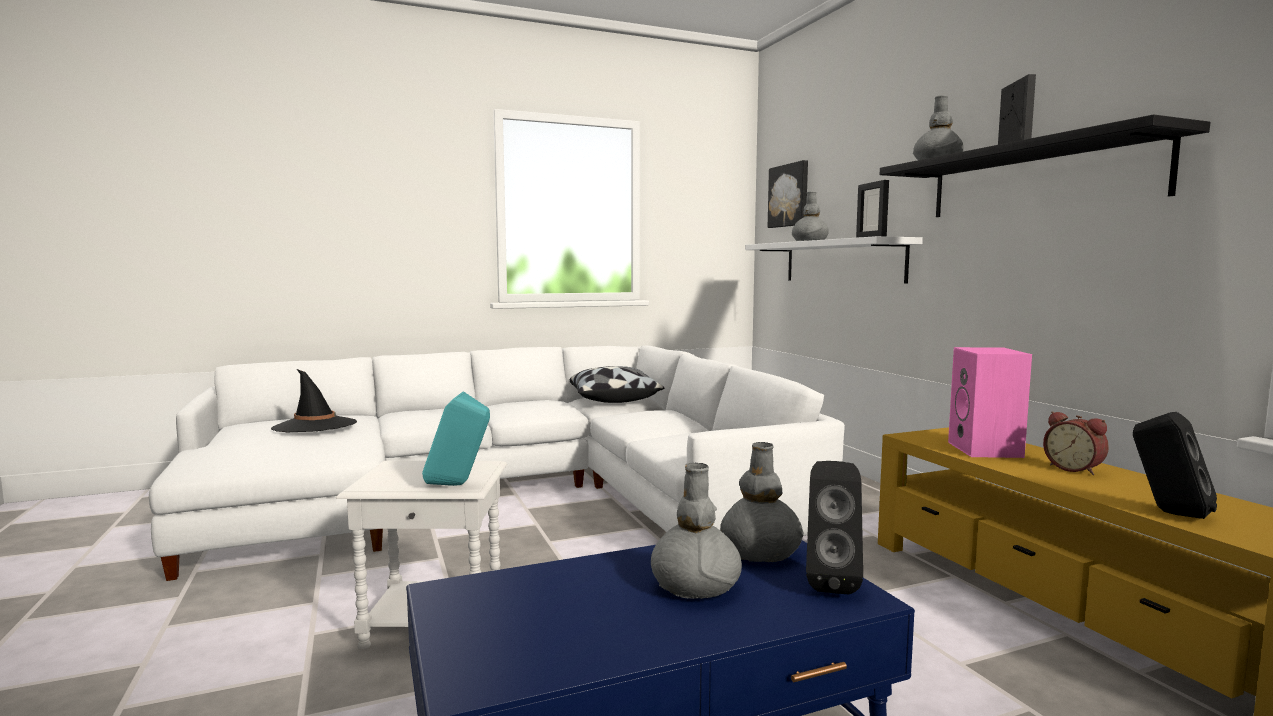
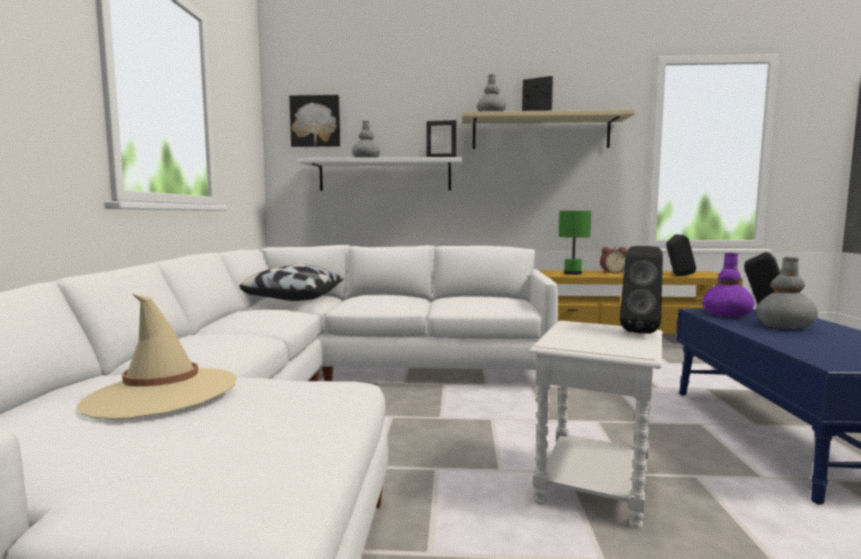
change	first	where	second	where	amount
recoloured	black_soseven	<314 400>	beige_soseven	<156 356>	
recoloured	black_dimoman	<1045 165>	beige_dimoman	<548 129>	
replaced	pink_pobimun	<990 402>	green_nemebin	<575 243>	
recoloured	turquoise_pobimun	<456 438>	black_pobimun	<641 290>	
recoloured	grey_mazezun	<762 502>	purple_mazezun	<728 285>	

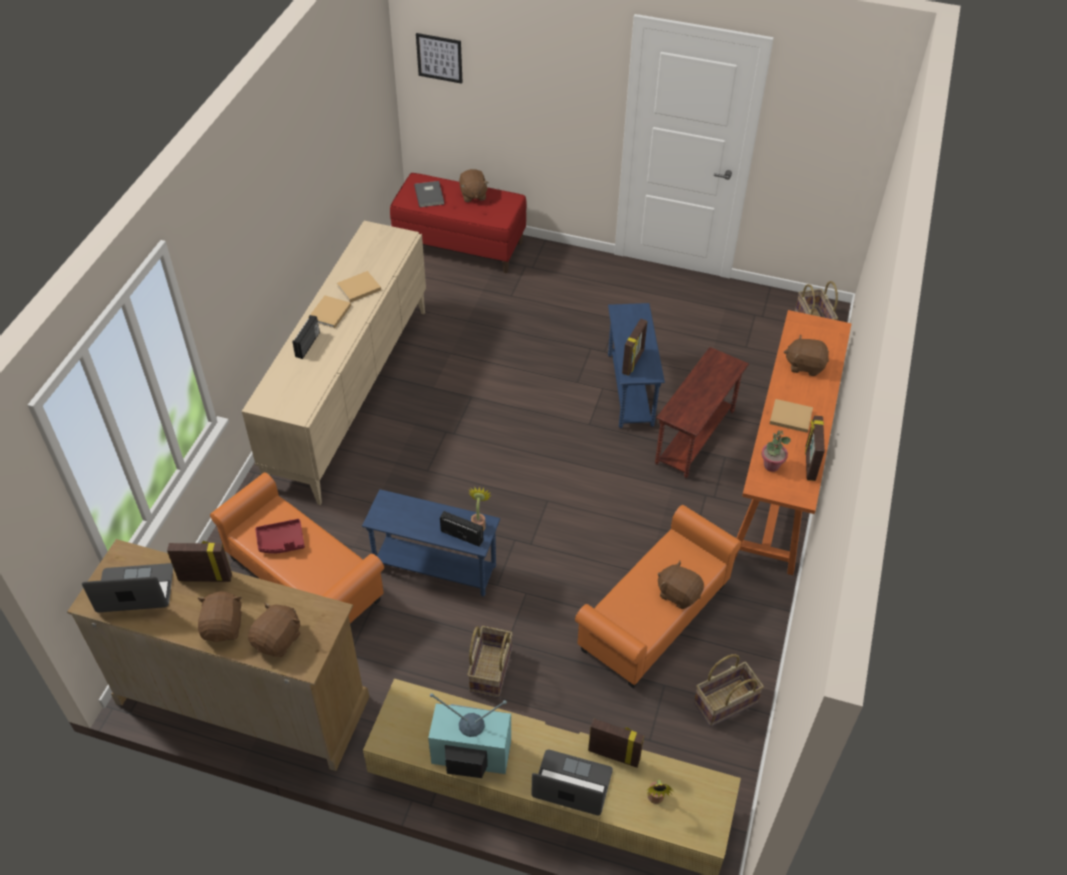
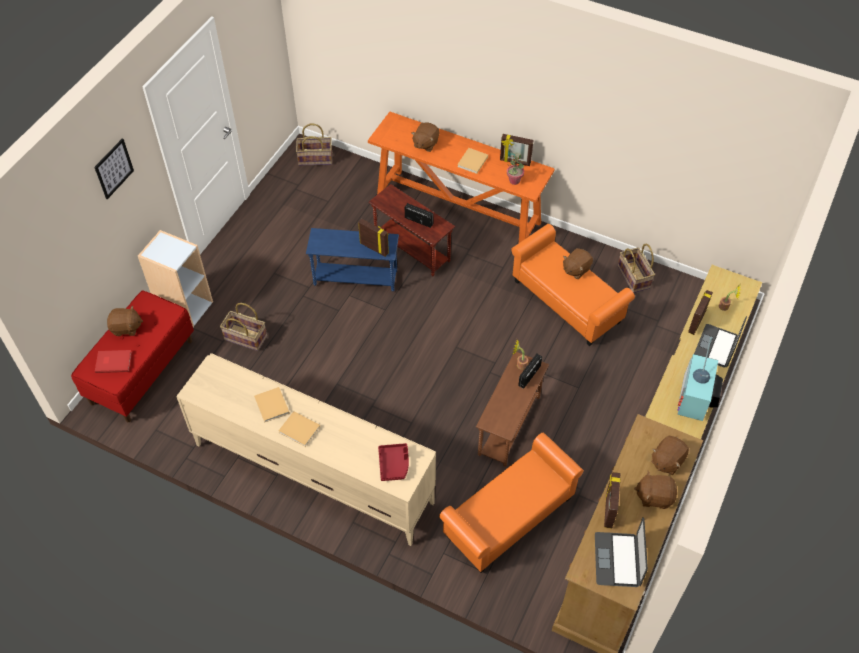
change	first	where	second	where	amount
moved	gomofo	<439 58>		<114 168>	
recoloured	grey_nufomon	<429 194>	red_nufomon	<113 361>	
added			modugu	<175 278>	
moved	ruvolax	<490 662>		<243 327>	
moved	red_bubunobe	<280 536>		<393 462>	
moved	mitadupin	<306 337>		<419 215>	
recoloured	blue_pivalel	<431 543>	brown_pivalel	<512 409>	
turned	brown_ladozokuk	<274 630>		<670 455>	90 degrees counterclockwise

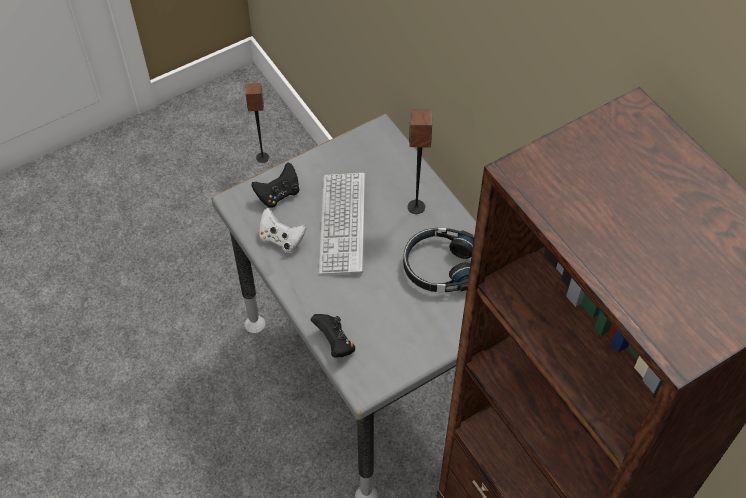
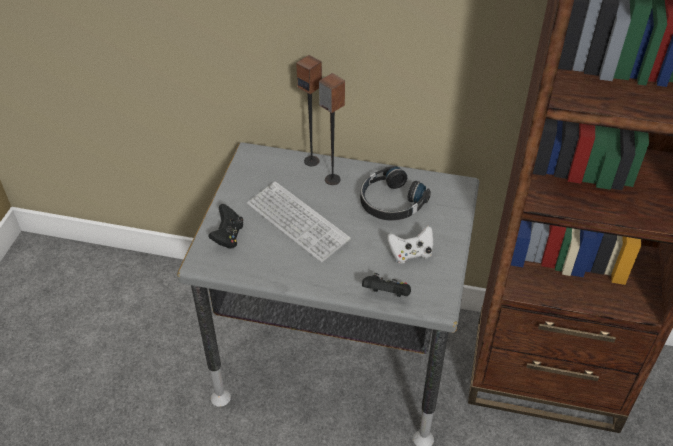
change	first	where	second	where	amount
moved	pobimun	<257 123>		<309 110>	
moved	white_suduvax	<283 230>		<410 244>	

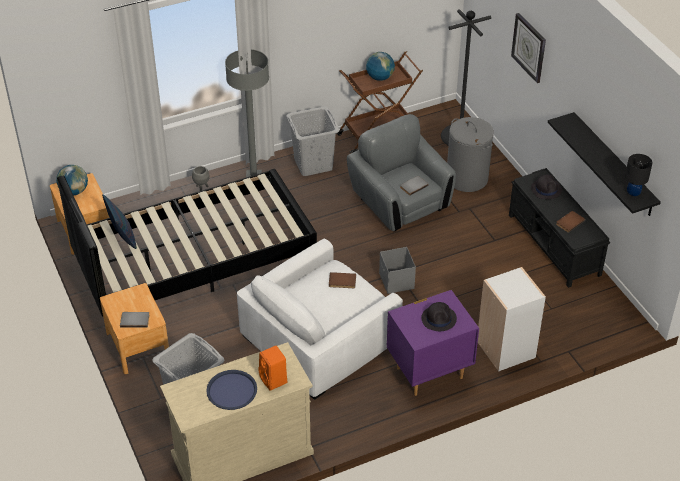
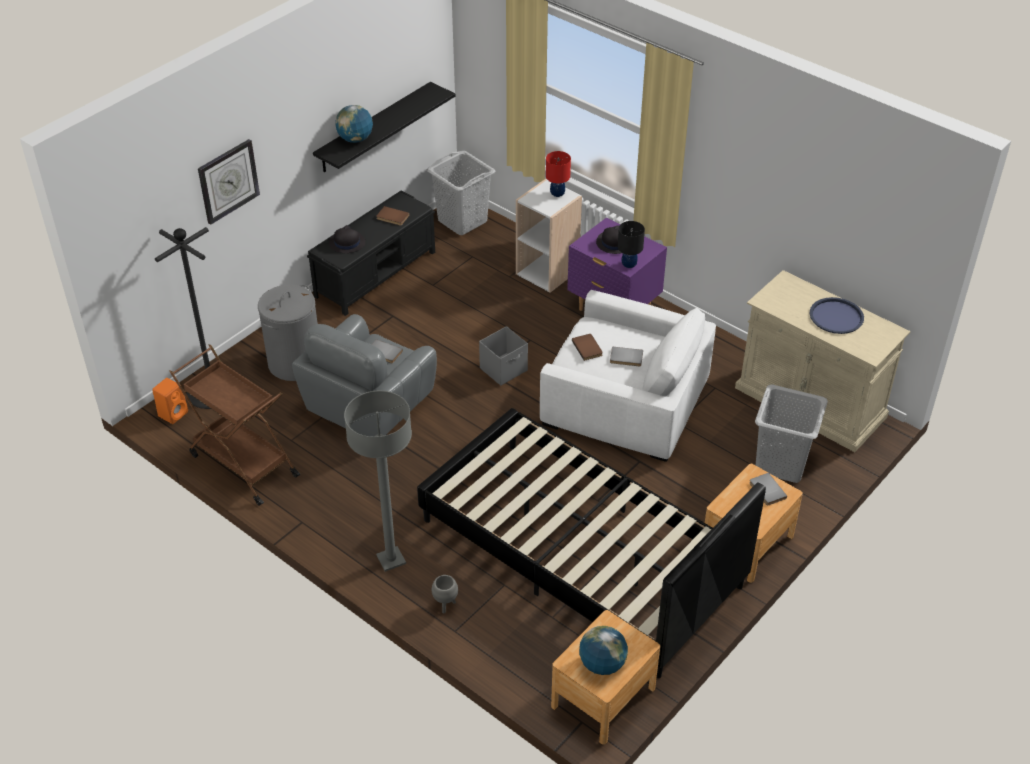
change	first	where	second	where	amount
moved	orange_pobimun	<272 368>		<170 401>	
moved	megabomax	<380 66>		<354 124>	
moved	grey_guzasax	<312 141>		<461 193>	
added			red_nemebin	<558 174>	
added			grey_nufomon	<626 356>	
moved	black_nemebin	<638 175>		<631 244>	
removed	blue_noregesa	<119 221>			

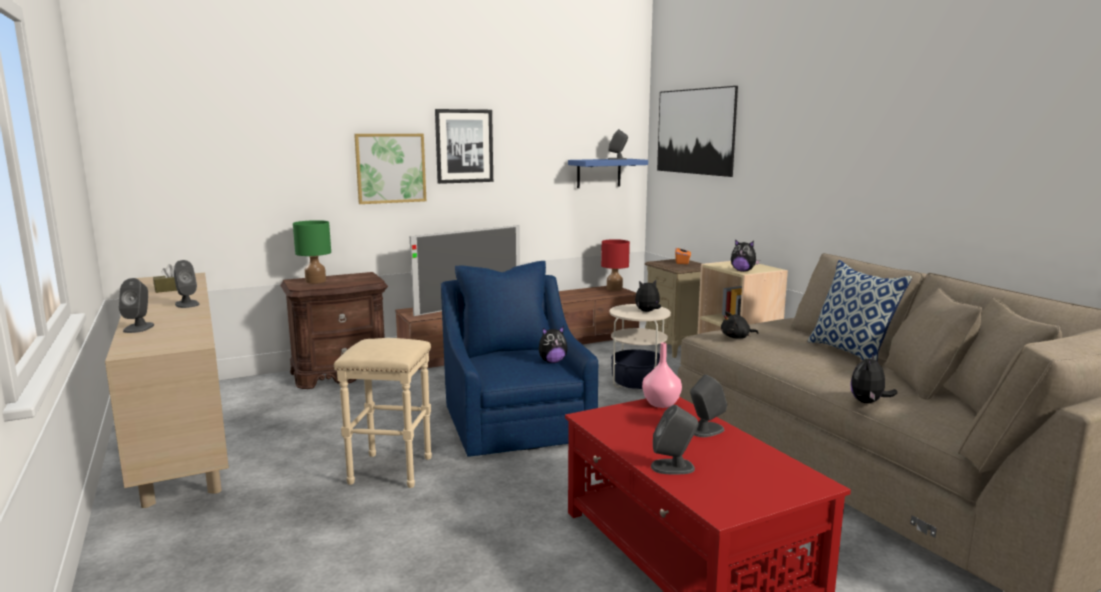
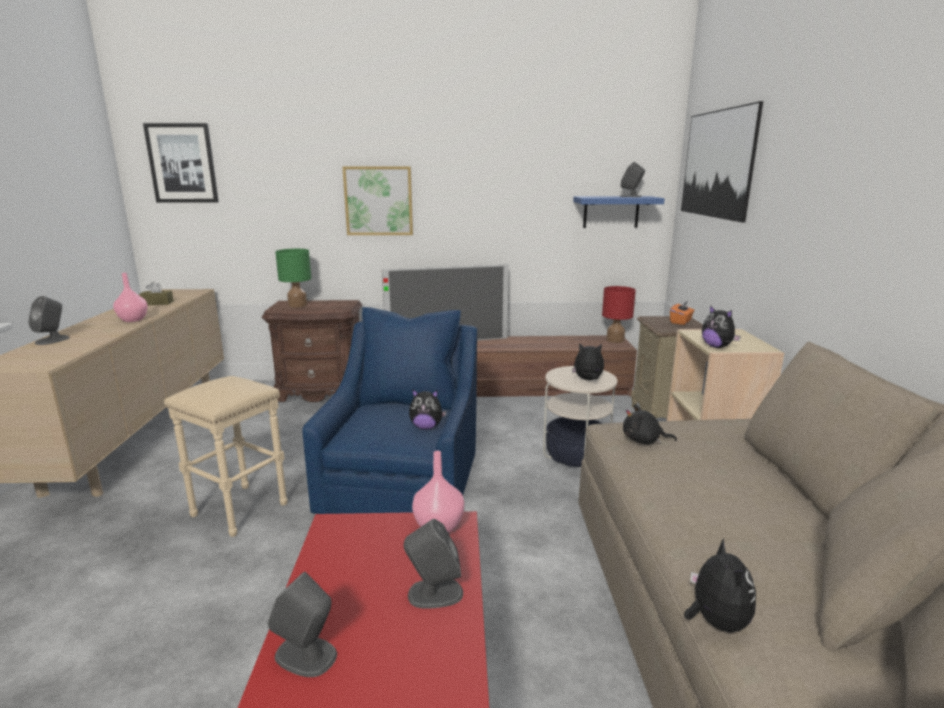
change	first	where	second	where	amount
replaced	grey_pobimun	<187 284>	pink_mazezun	<130 297>	
moved	gomofo	<464 146>		<181 163>	
turned	ladozokuk	<873 378>		<720 585>	120 degrees clockwise
removed	noregesa	<860 310>			

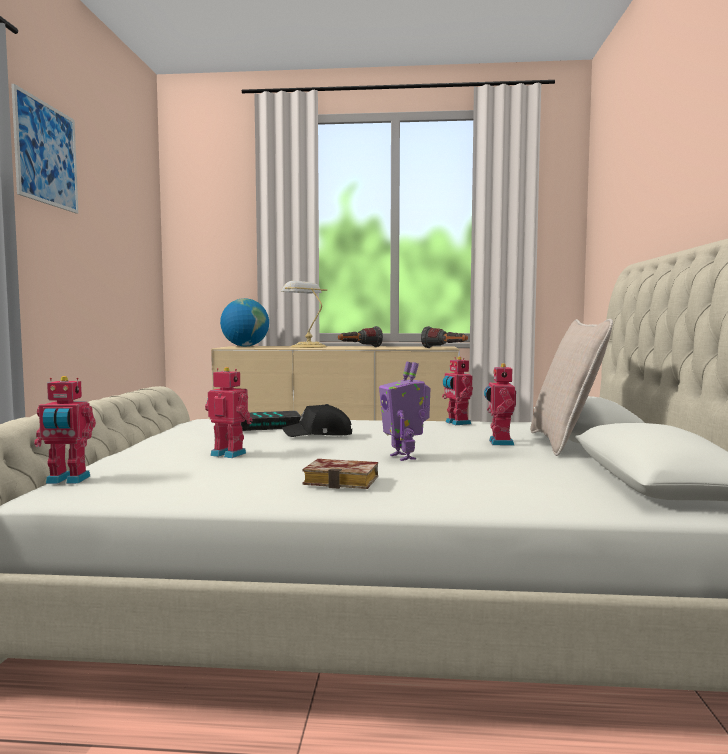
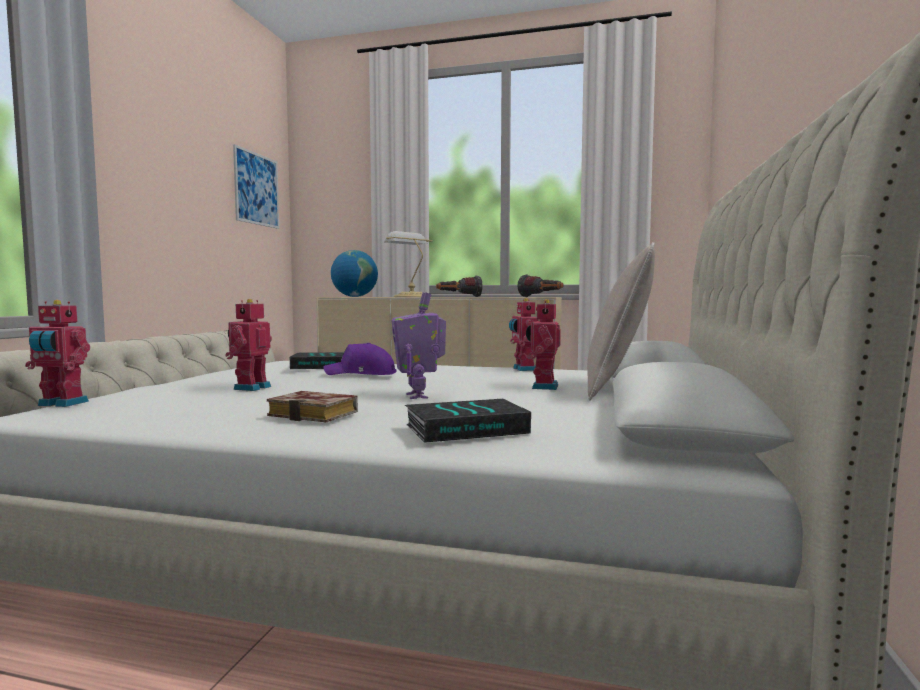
change	first	where	second	where	amount
turned	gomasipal	<229 412>		<248 345>	105 degrees counterclockwise
moved	gomofo	<44 149>		<256 186>	
recoloured	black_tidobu	<317 420>	purple_tidobu	<360 359>	
added			nufomon	<468 421>	

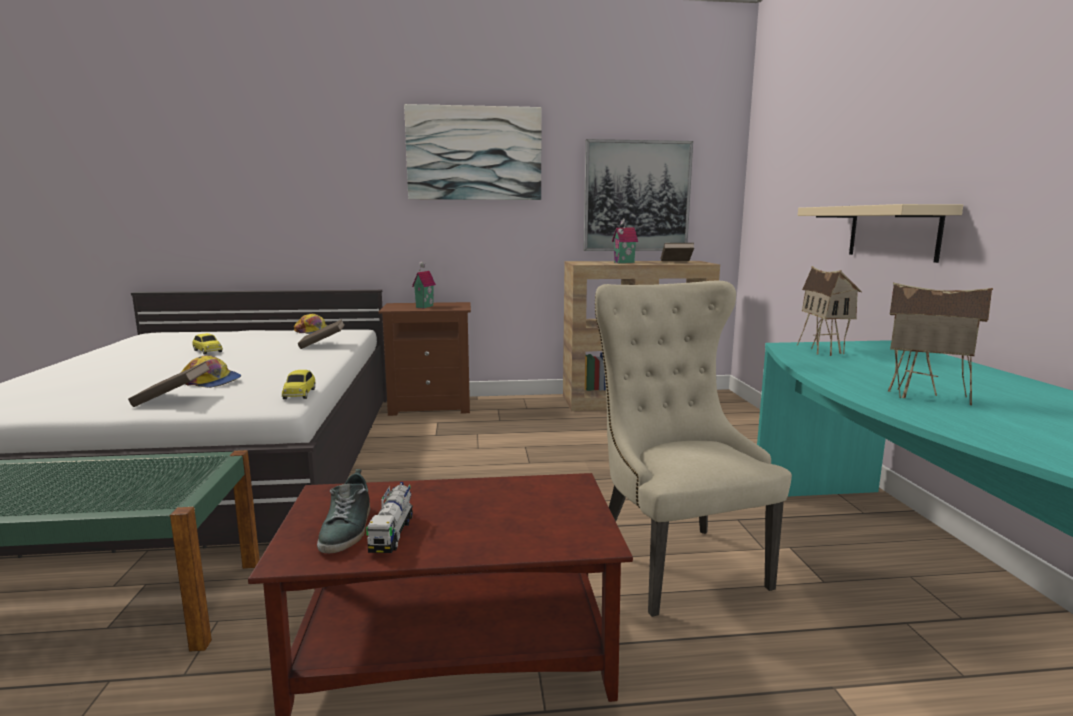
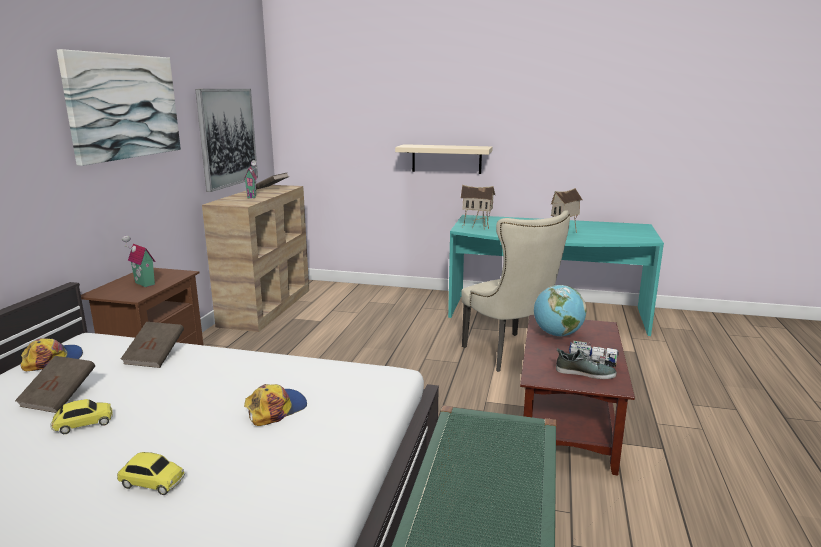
change	first	where	second	where	amount
moved	brown_nufomon	<169 384>		<55 384>	
moved	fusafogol	<298 384>		<151 473>	
turned	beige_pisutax	<693 449>		<515 291>	120 degrees counterclockwise
added			megabomax	<560 310>	

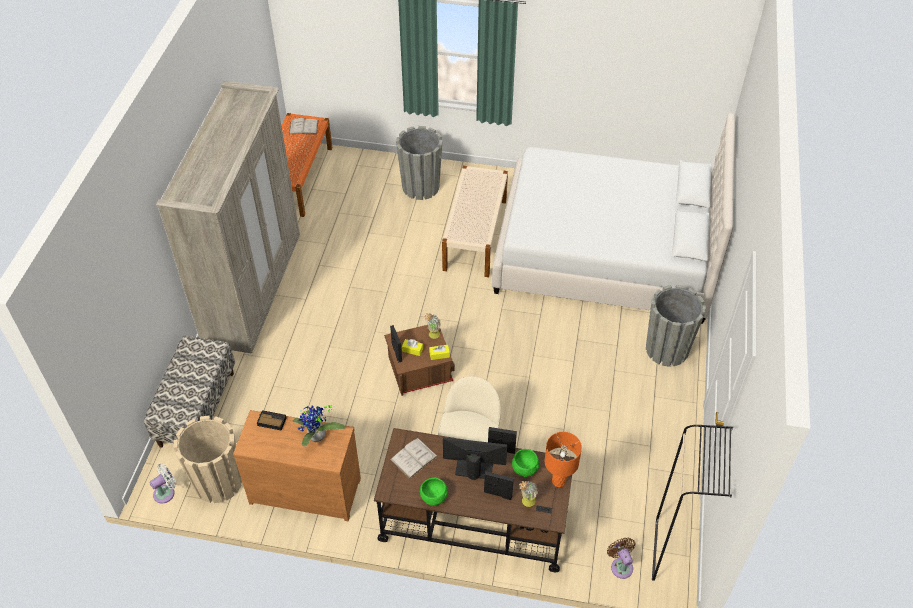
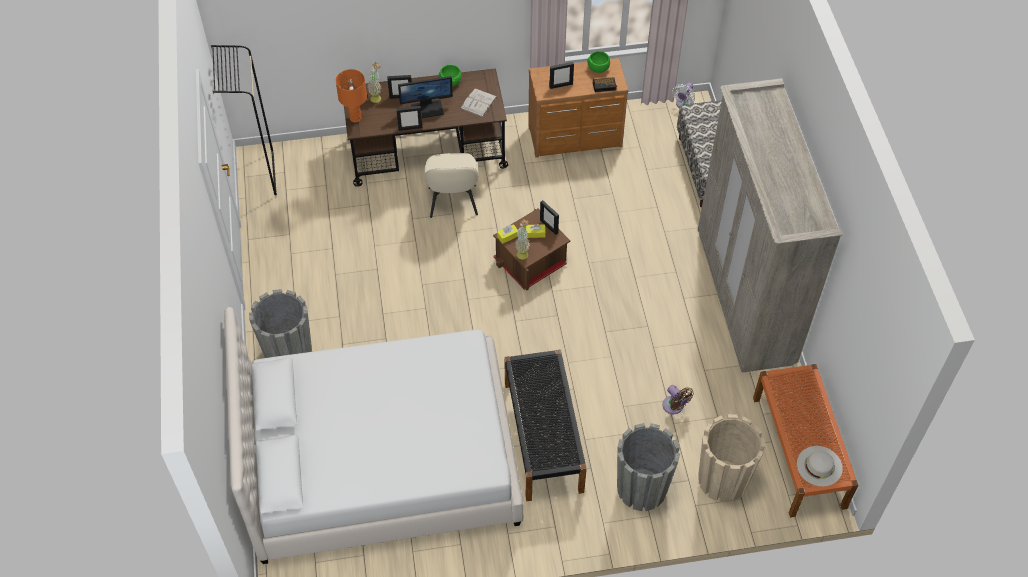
change	first	where	second	where	amount
recoloured	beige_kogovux	<475 221>	black_kogovux	<545 425>	
replaced	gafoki	<319 426>	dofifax	<561 75>	
moved	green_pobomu	<525 463>		<598 62>	
moved	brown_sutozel	<621 558>		<677 399>	
moved	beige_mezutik	<208 459>		<731 458>	
replaced	white_nufomon	<304 126>	white_soseven	<820 466>	

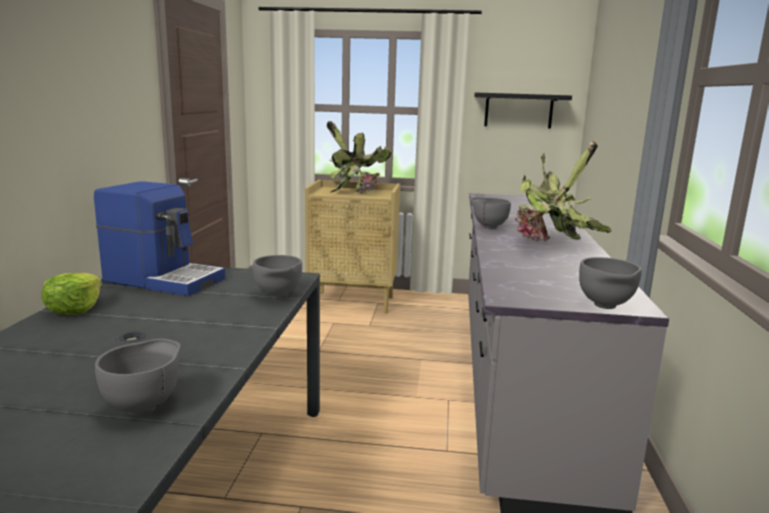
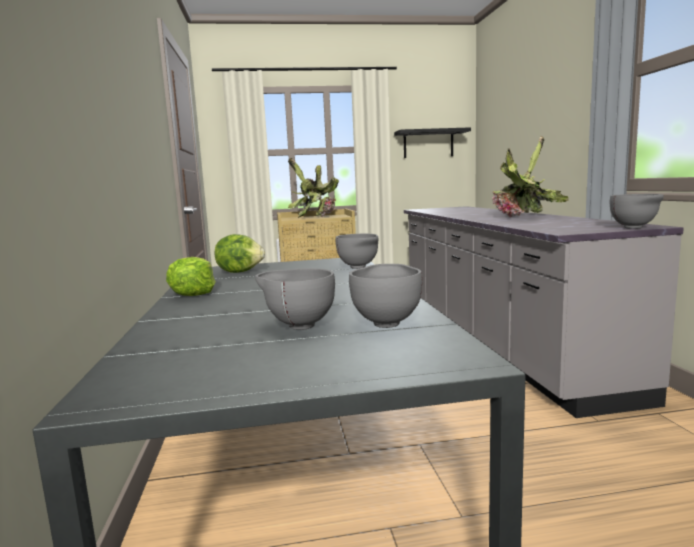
change	first	where	second	where	amount
replaced	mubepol	<159 238>	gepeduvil	<240 253>	
moved	grey_pobomu	<490 213>		<295 299>	

